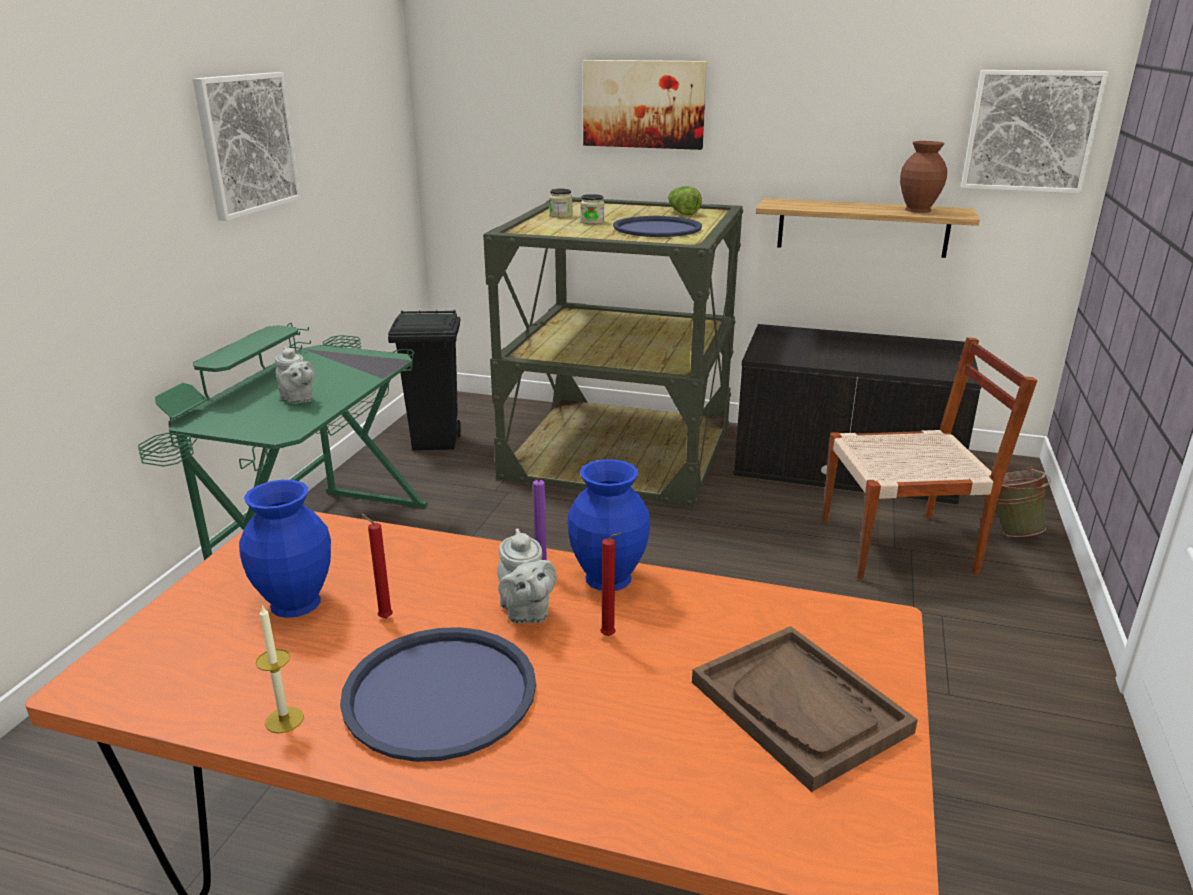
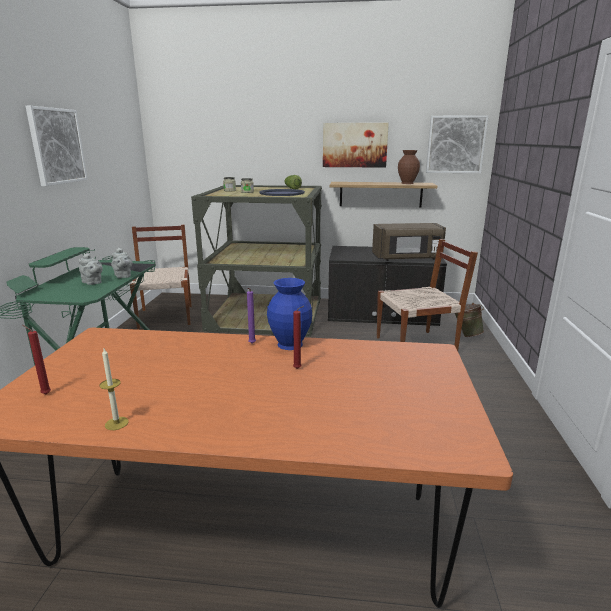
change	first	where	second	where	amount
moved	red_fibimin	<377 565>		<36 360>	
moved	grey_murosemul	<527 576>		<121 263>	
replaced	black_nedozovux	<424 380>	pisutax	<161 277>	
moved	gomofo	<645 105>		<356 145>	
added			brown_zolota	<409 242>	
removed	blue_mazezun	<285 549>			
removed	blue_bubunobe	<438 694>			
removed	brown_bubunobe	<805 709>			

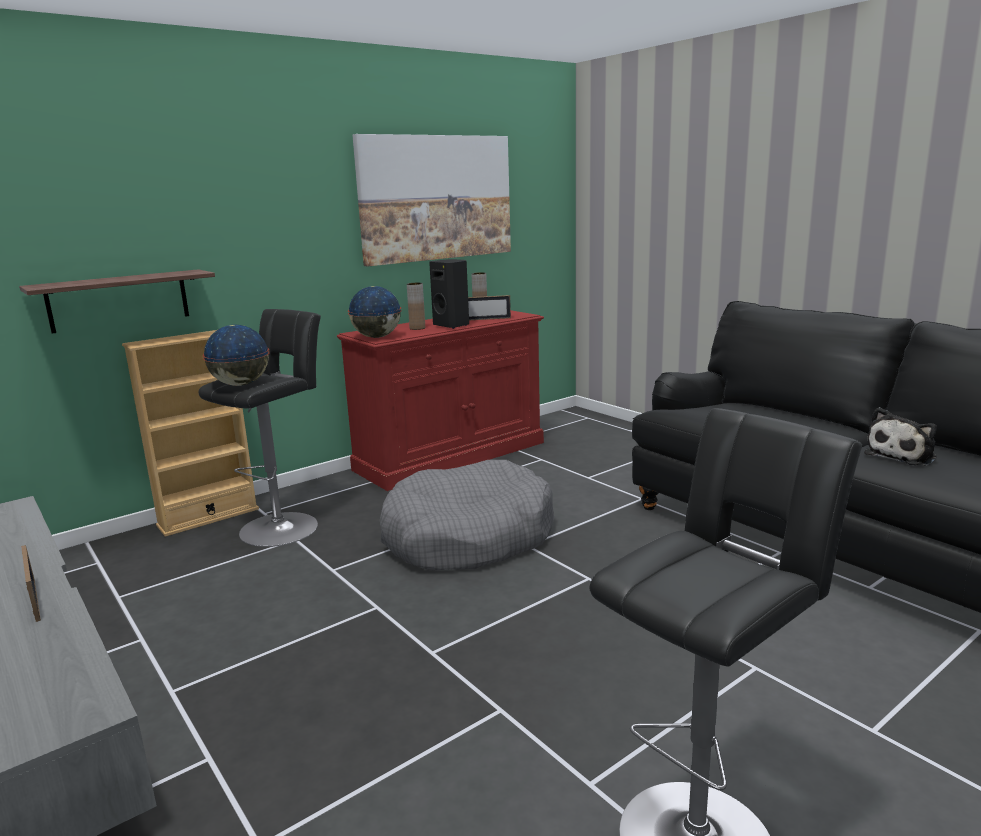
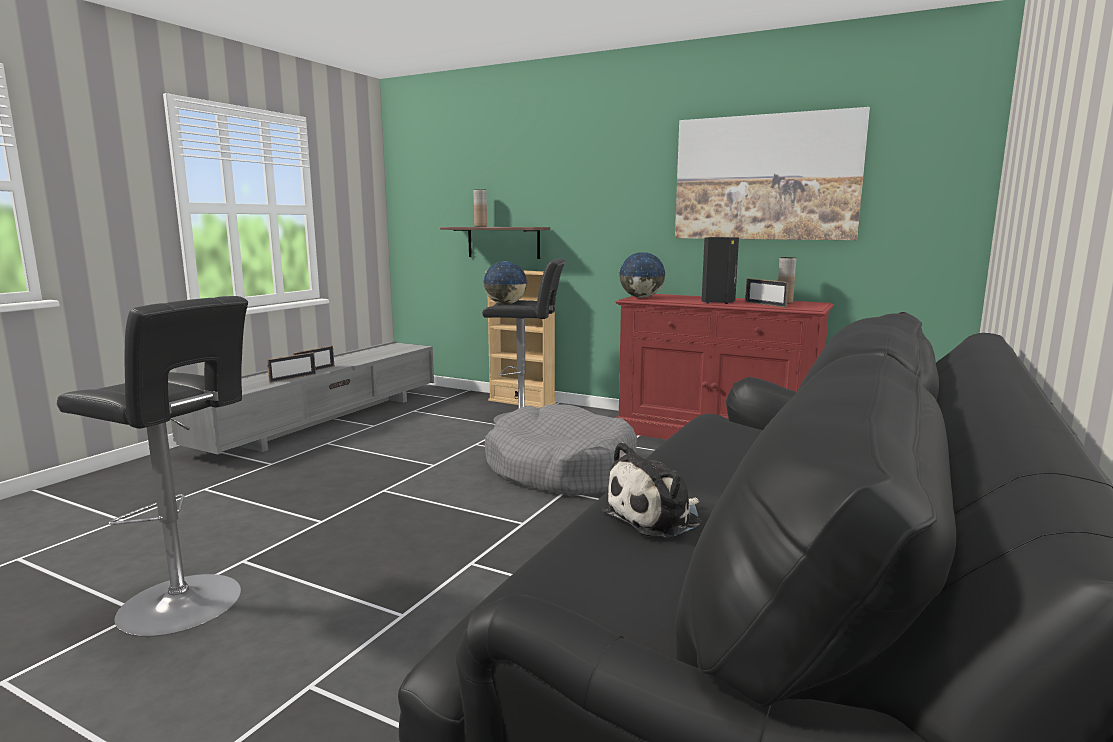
change	first	where	second	where	amount
added			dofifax	<291 367>	
moved	brown_mazezun	<416 306>		<480 208>	
turned	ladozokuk	<900 436>		<651 490>	60 degrees counterclockwise

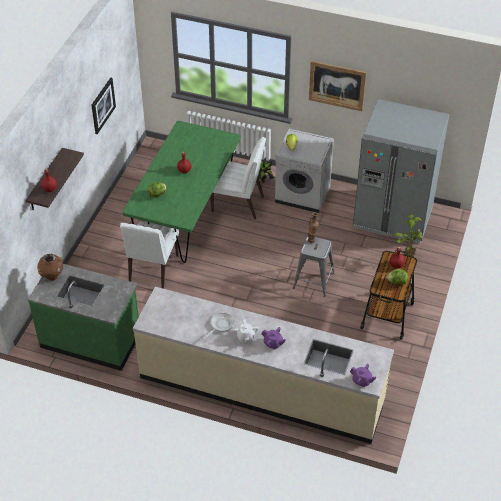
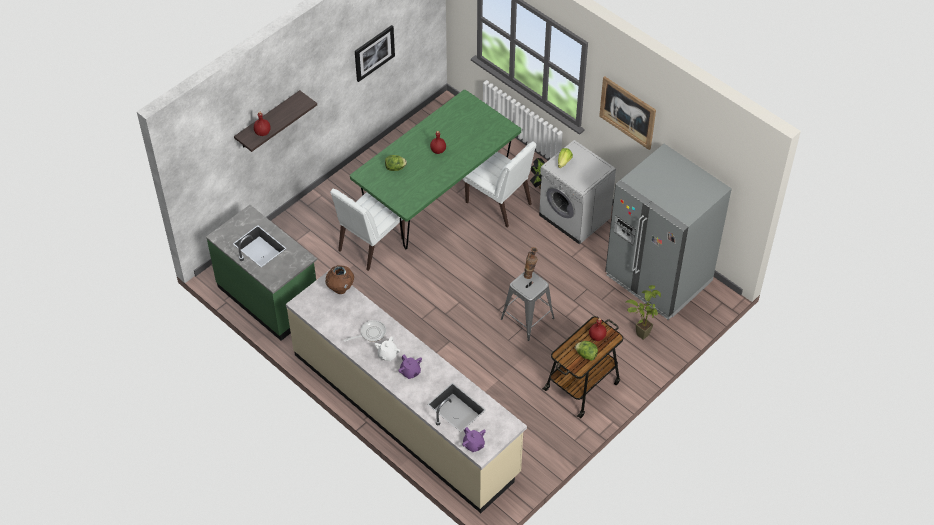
change	first	where	second	where	amount
moved	brown_mazezun	<50 267>		<339 279>	

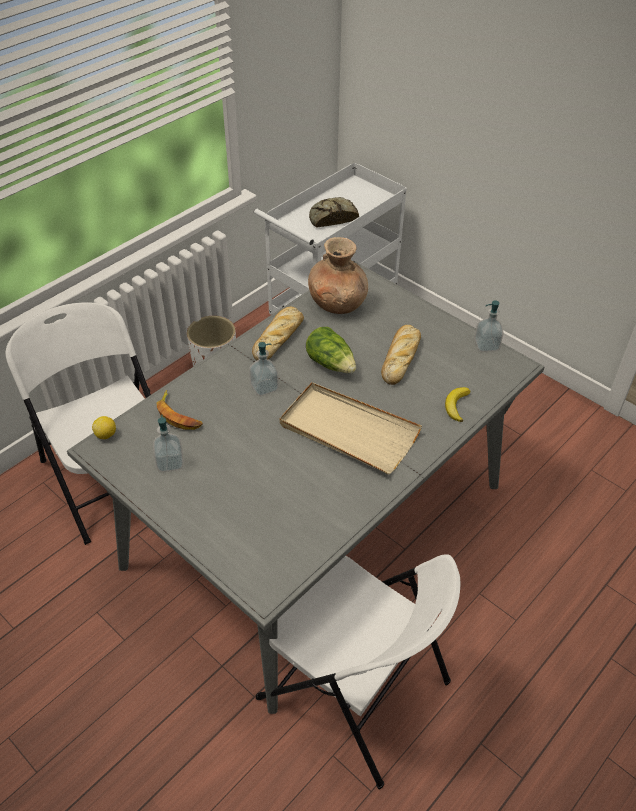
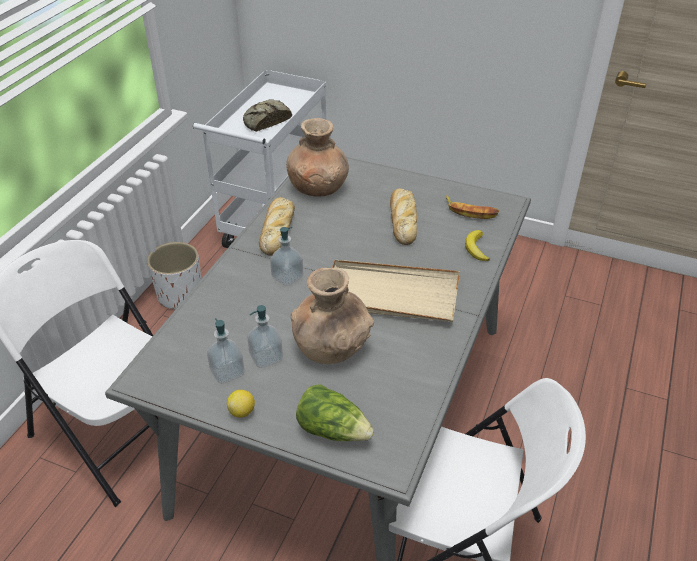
change	first	where	second	where	amount
moved	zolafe	<104 427>		<241 403>	
moved	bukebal	<488 326>		<265 336>	
added			brown_mazezun	<332 315>	
moved	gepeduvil	<331 350>		<335 412>	
moved	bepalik	<180 410>		<472 207>	

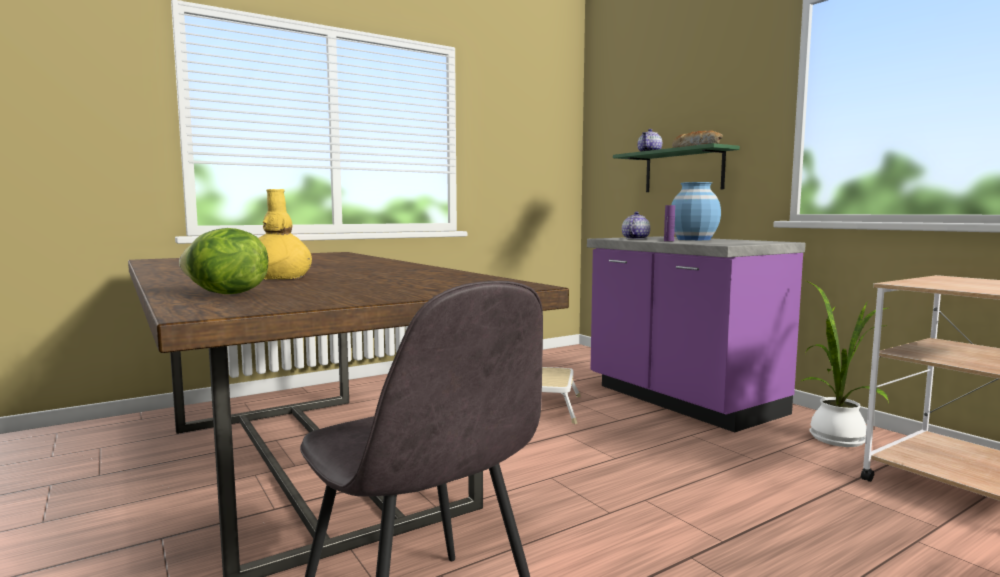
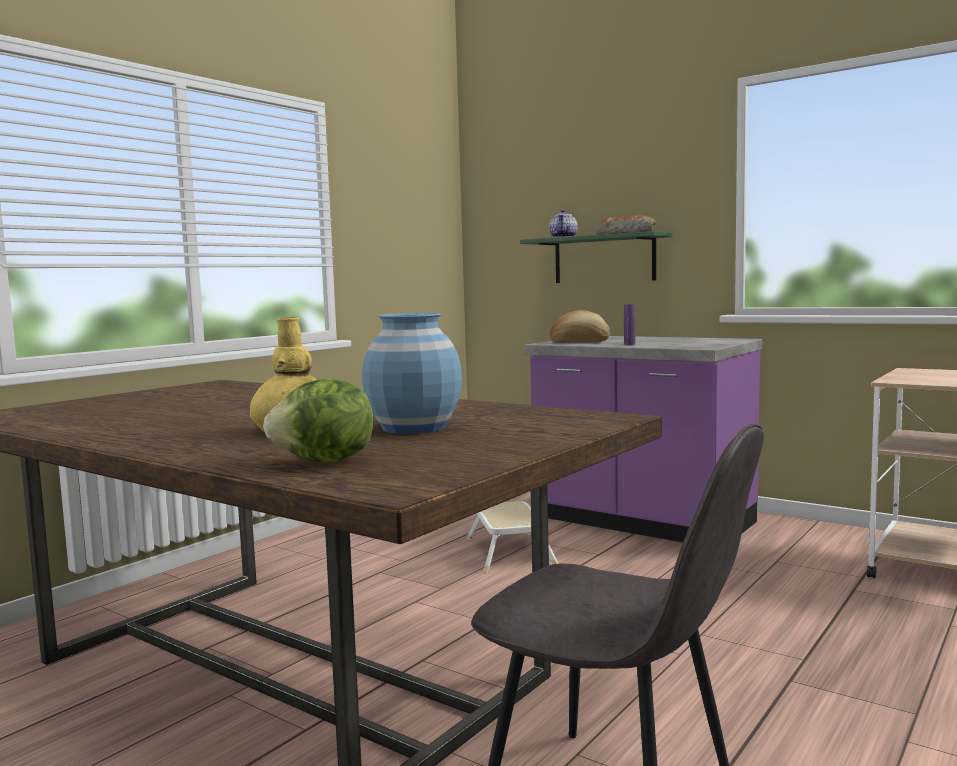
change	first	where	second	where	amount
moved	blue_mazezun	<696 211>		<412 373>	
replaced	murosemul	<636 225>	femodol	<580 326>	
removed	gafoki	<844 364>			

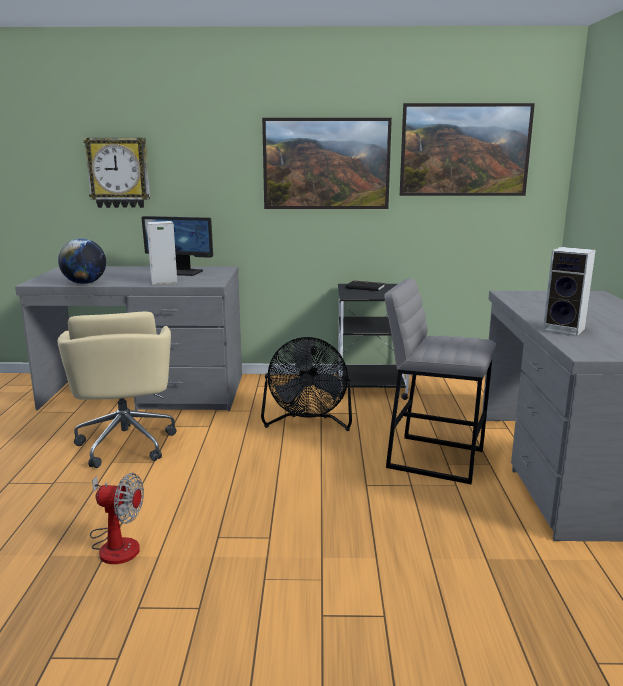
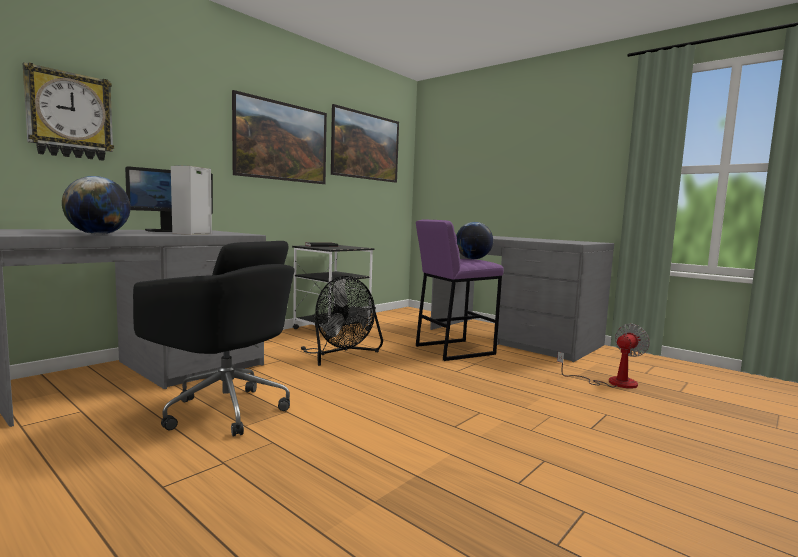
change	first	where	second	where	amount
recoloured	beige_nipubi	<117 390>	black_nipubi	<214 339>	
recoloured	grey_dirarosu	<440 381>	purple_dirarosu	<460 290>	
added			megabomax	<474 240>	
moved	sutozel	<117 518>		<603 356>	
removed	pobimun	<569 291>			

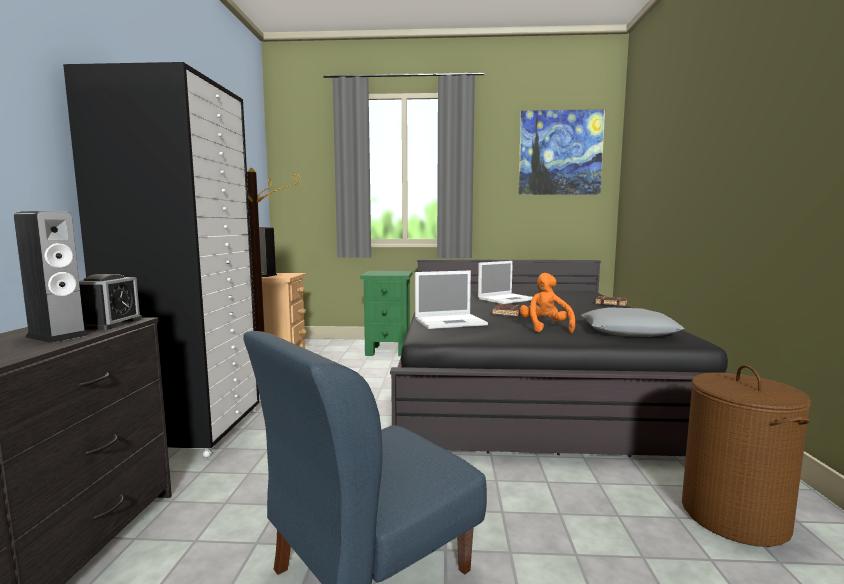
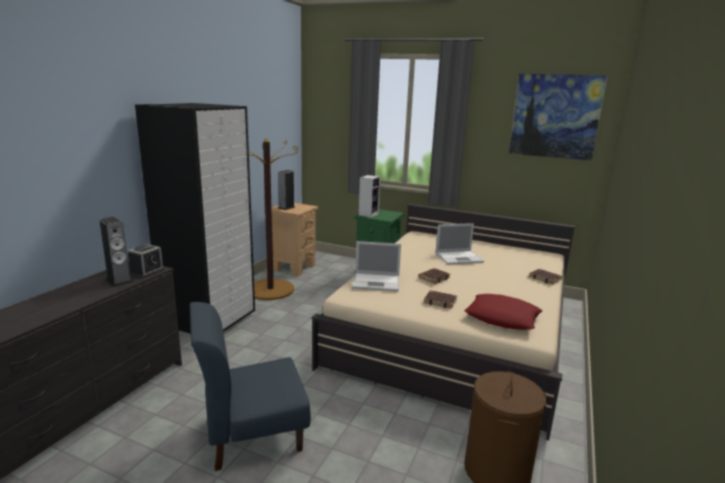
change	first	where	second	where	amount
recoloured	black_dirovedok	<566 358>	beige_dirovedok	<443 322>	
added			pobimun	<369 196>	
replaced	orange_ladozokuk	<547 303>	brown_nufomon	<440 299>	
recoloured	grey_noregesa	<633 322>	red_noregesa	<503 312>	

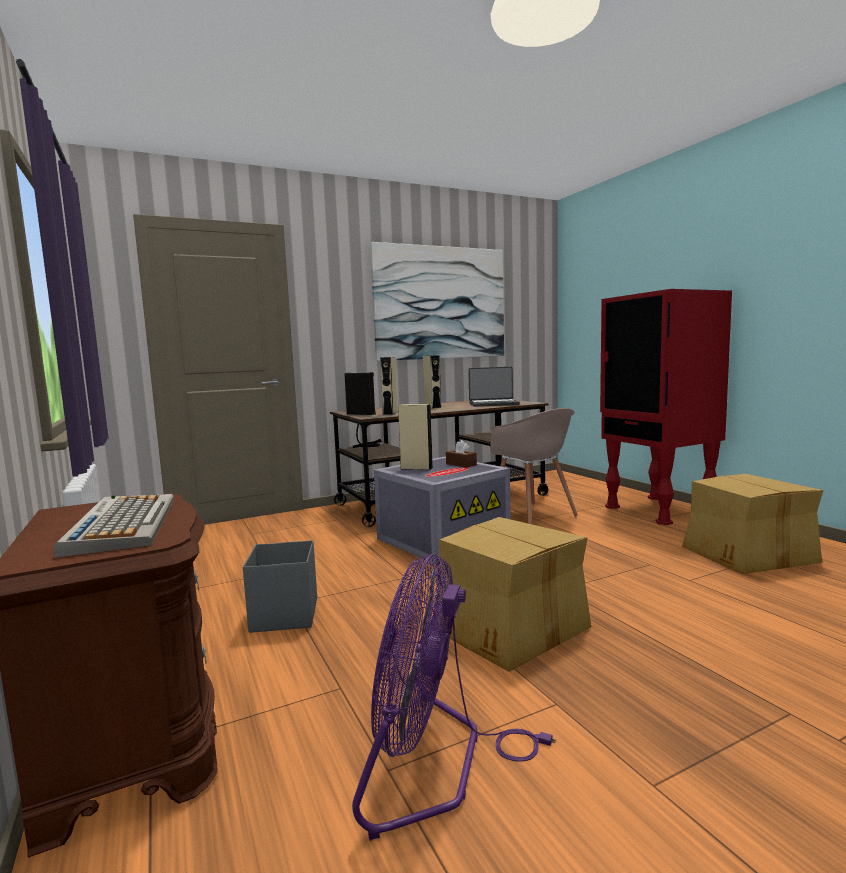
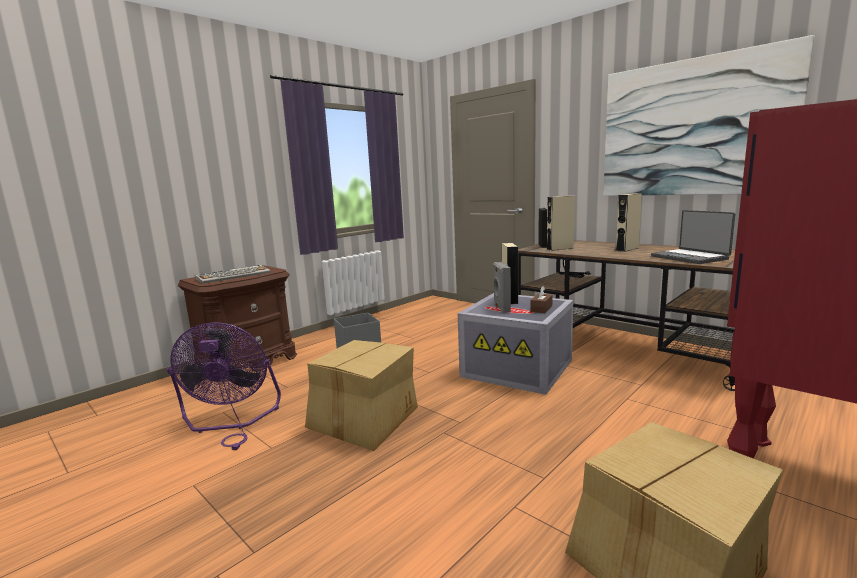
change	first	where	second	where	amount
added			grey_pobimun	<502 287>	
removed	beige_pisutax	<534 466>			

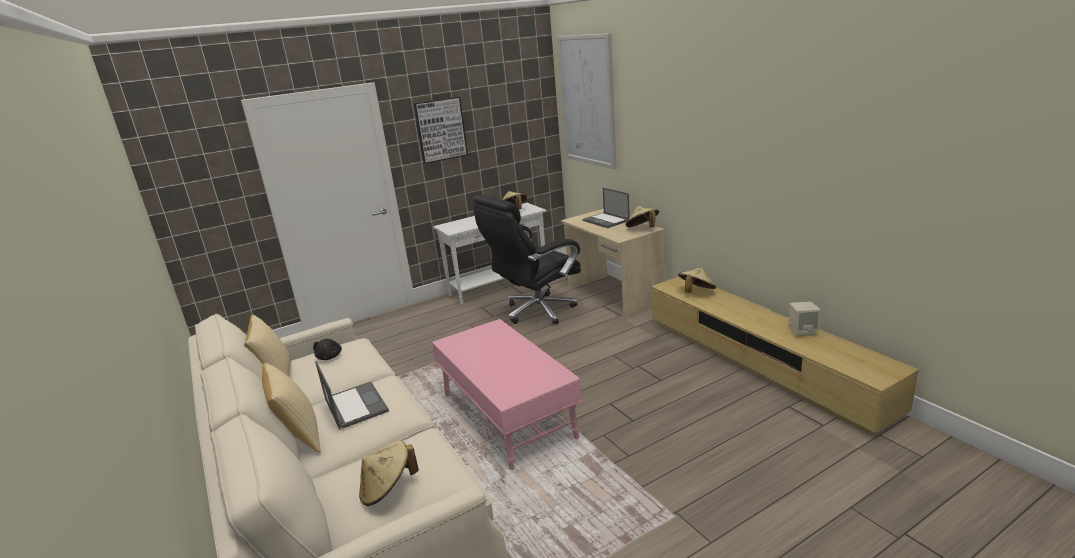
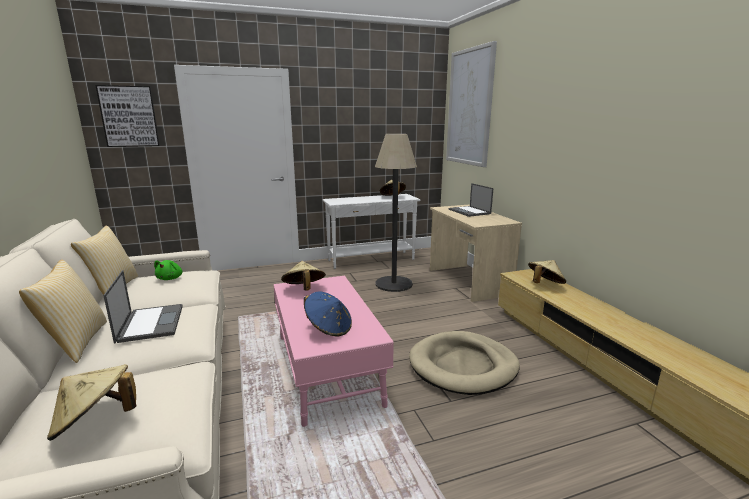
change	first	where	second	where	amount
moved	gomofo	<441 130>		<127 116>	
recoloured	black_ladozokuk	<327 349>	green_ladozokuk	<168 270>	
moved	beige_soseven	<642 216>		<303 276>	
added			blue_soseven	<328 314>	
replaced	black_nipubi	<526 259>	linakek	<396 213>	
added			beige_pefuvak	<464 363>	
removed	beige_pobimun	<805 319>			

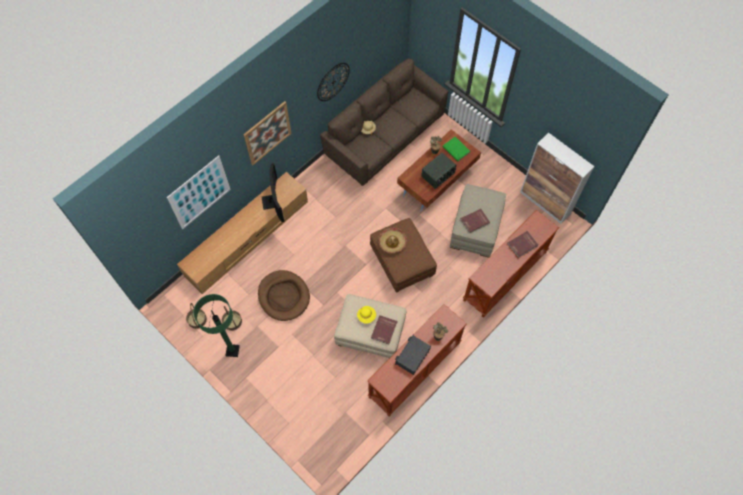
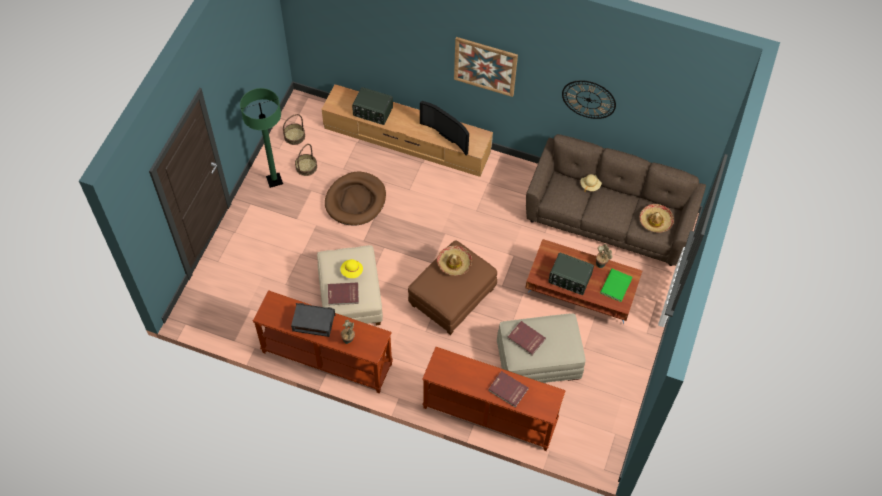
change	first	where	second	where	amount
added			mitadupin	<372 106>	
turned	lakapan	<273 192>		<444 128>	75 degrees clockwise
added			soseven	<657 218>	
removed	gomofo	<199 192>			
removed	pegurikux	<557 178>			

